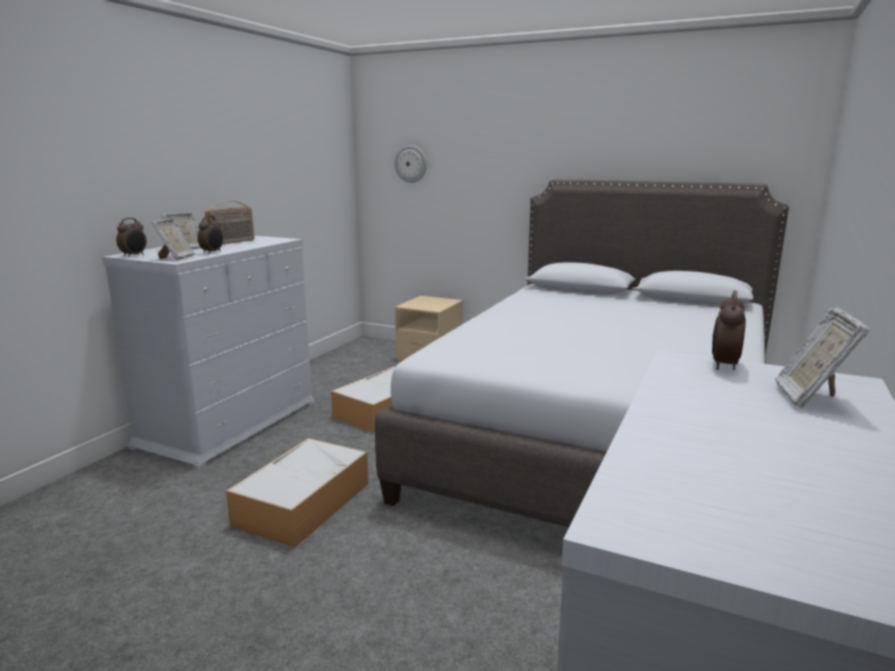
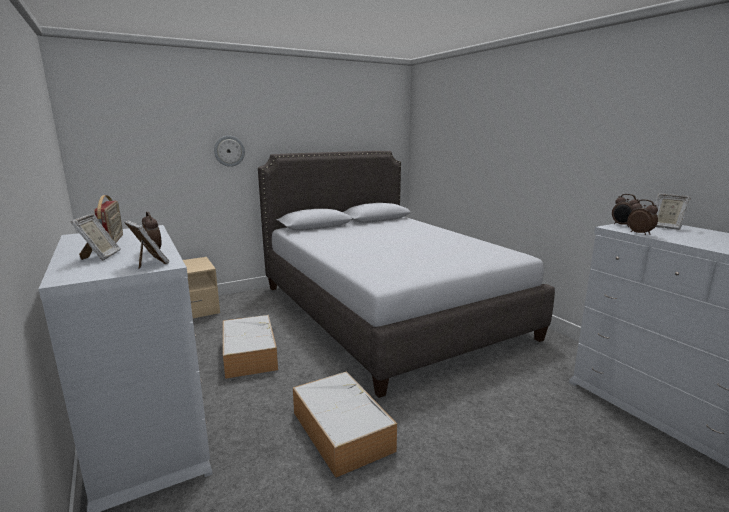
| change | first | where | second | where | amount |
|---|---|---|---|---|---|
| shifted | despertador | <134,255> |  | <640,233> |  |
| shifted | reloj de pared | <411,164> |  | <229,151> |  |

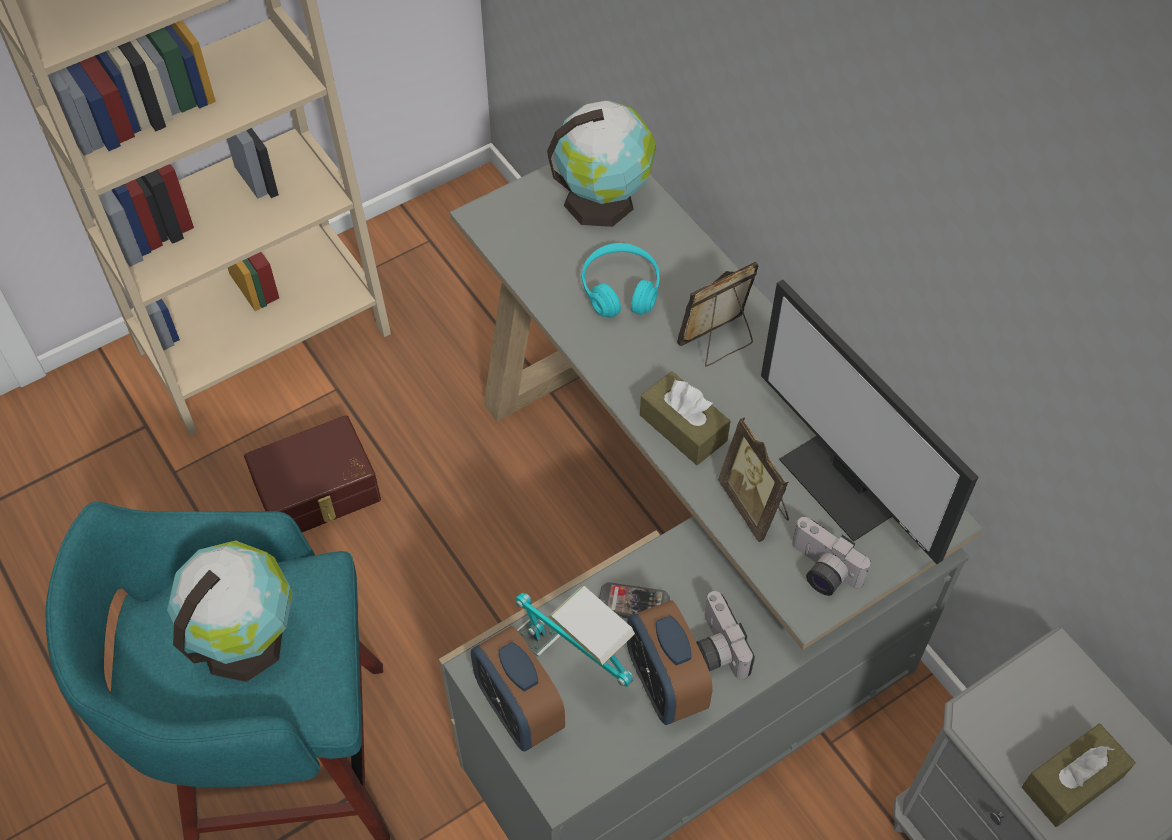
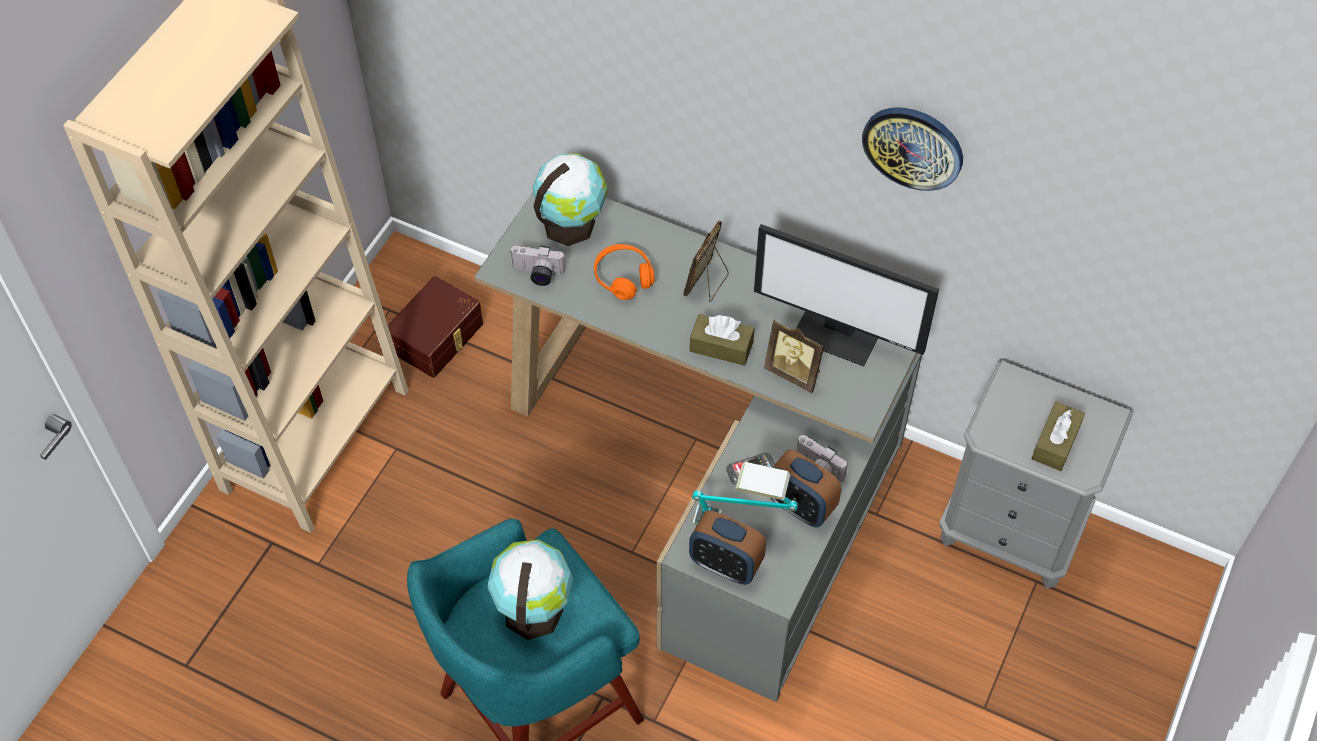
| change | first | where | second | where | amount |
|---|---|---|---|---|---|
| shifted | caja de almacenaje (marrón) | <318,493> |  | <438,338> |  |
| repainted | auriculares (turquesa) | <620,290> | auriculares (naranja) | <623,277> |  |
| shifted | cámara | <820,571> |  | <537,274> |  |
| new |  |  | reloj de pared | <913,147> |  |

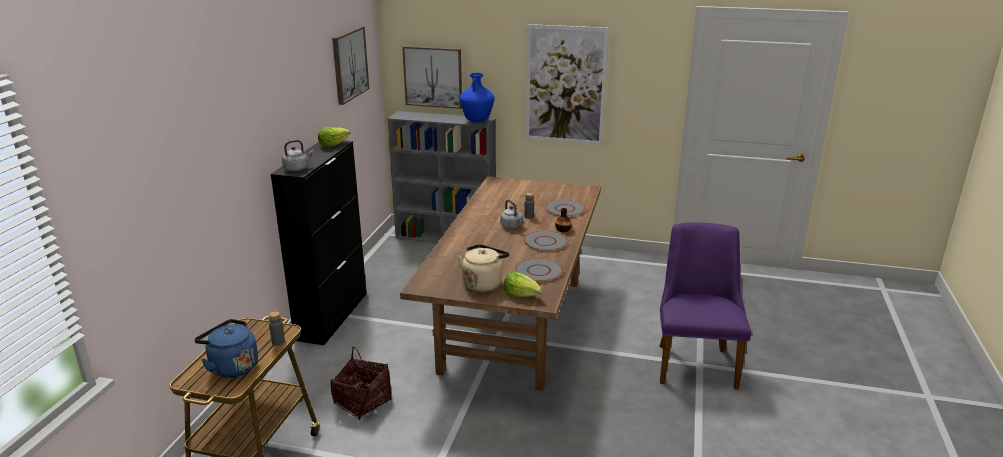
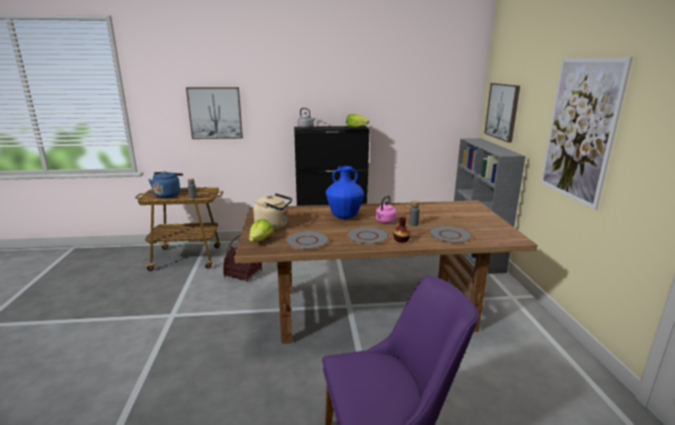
| change | first | where | second | where | amount |
|---|---|---|---|---|---|
| shifted | cuadro | <349,64> |  | <215,113> |  |
| shifted | florero (azul) | <477,121> |  | <344,217> |  |
| repainted | hervidor (gris) | <512,227> | hervidor (rosa) | <385,221> |  |

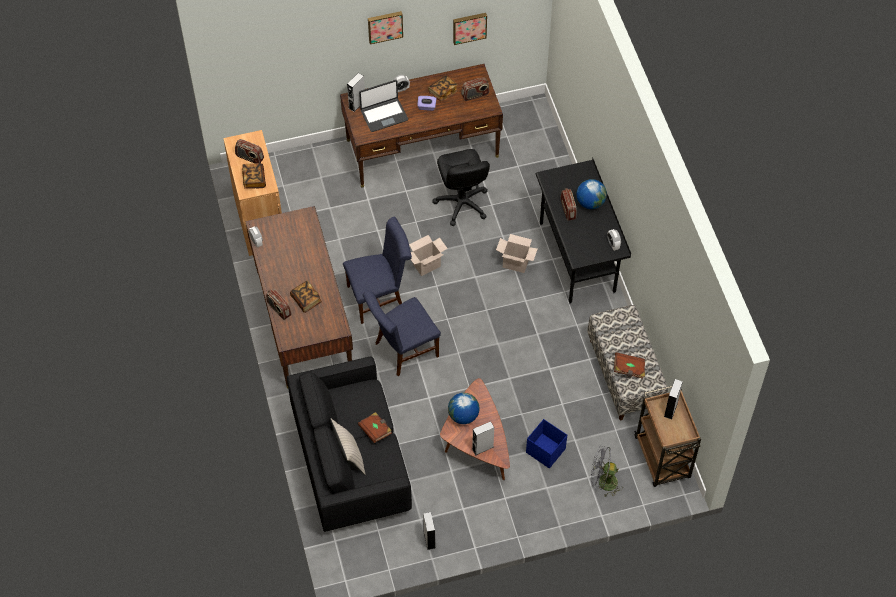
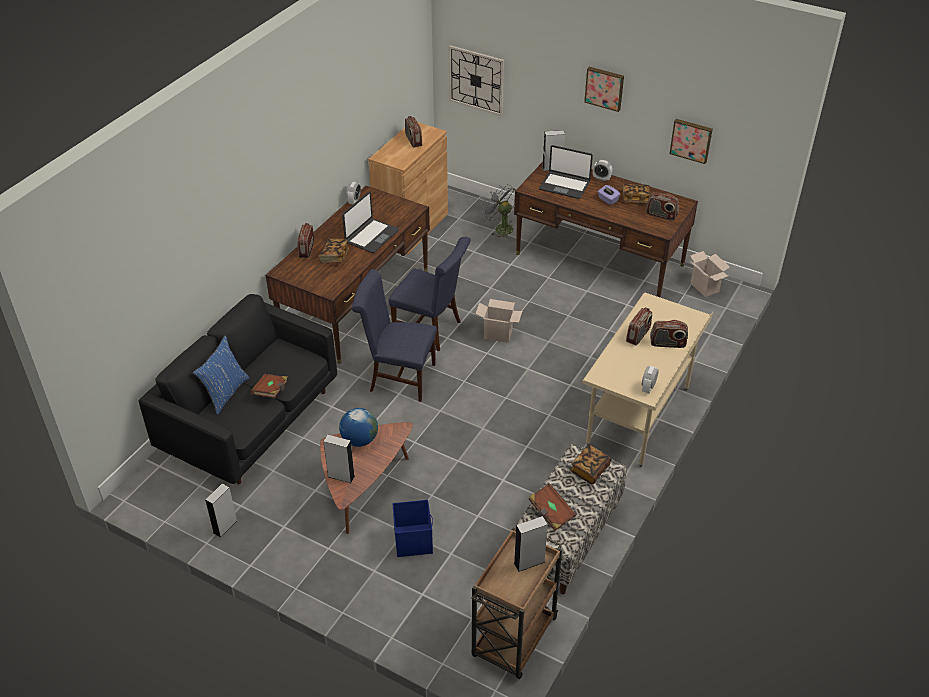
| change | first | where | second | where | amount |
|---|---|---|---|---|---|
| shifted | libro | <254,180> |  | <589,470> |  |
| repainted | cojín (beis) | <349,456> | cojín (azul) | <225,393> |  |
| gone | silla de oficina (negro) | <462,203> |  |  |  |
| shifted | caja de cartón | <516,263> |  | <705,288> |  |
| repainted | escritorio (negro) | <577,258> | escritorio (beis) | <638,416> |  |
| swapped | globo terráqueo | <590,202> | radio | <667,343> |  |
| shifted | ventilador (gris) | <603,482> |  | <500,228> |  |
| new |  |  | portátil | <371,236> |  |
| new |  |  | reloj de pared | <476,80> |  |

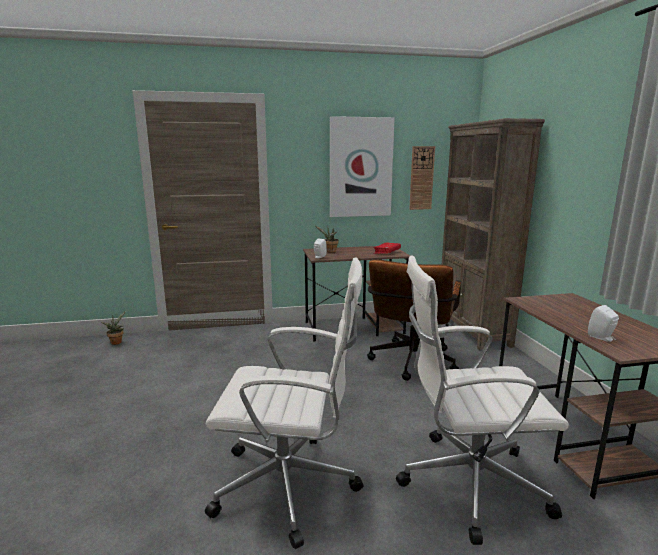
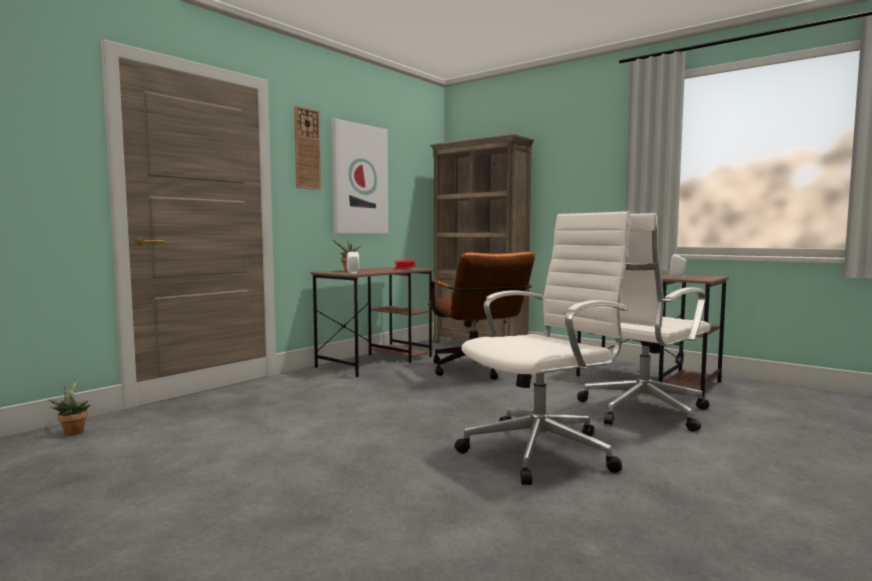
| change | first | where | second | where | amount |
|---|---|---|---|---|---|
| shifted | reloj de pared | <421,178> |  | <307,149> |  |

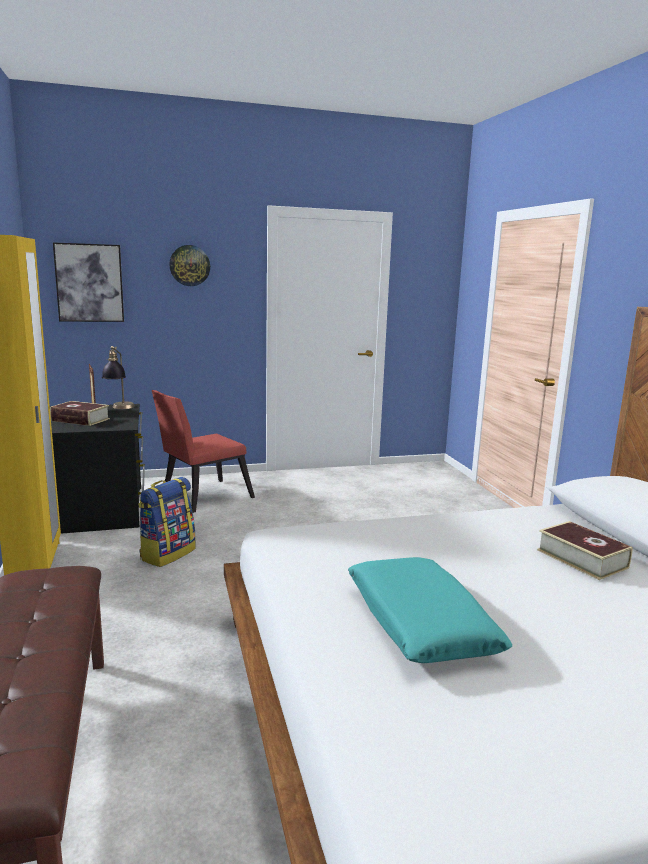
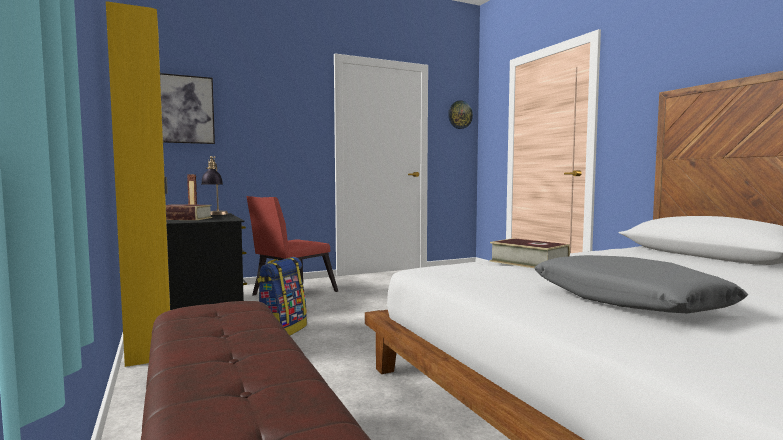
| change | first | where | second | where | amount |
|---|---|---|---|---|---|
| shifted | reloj de pared | <189,265> |  | <459,114> |  |
| repainted | cojín (turquesa) | <419,623> | cojín (gris) | <627,301> |  |
| shifted | libro | <582,559> |  | <528,262> |  |

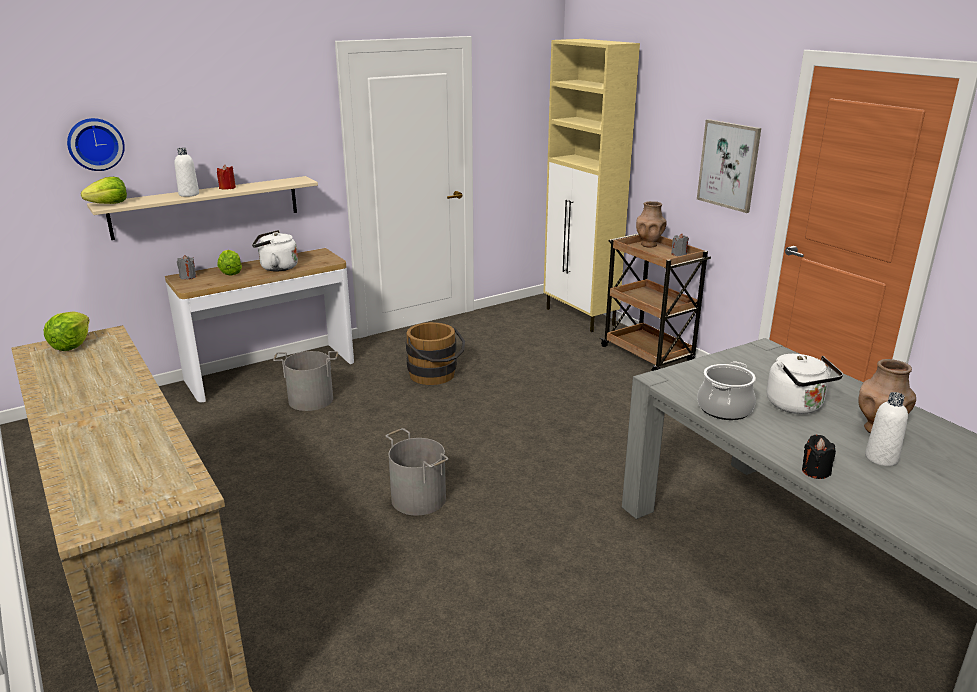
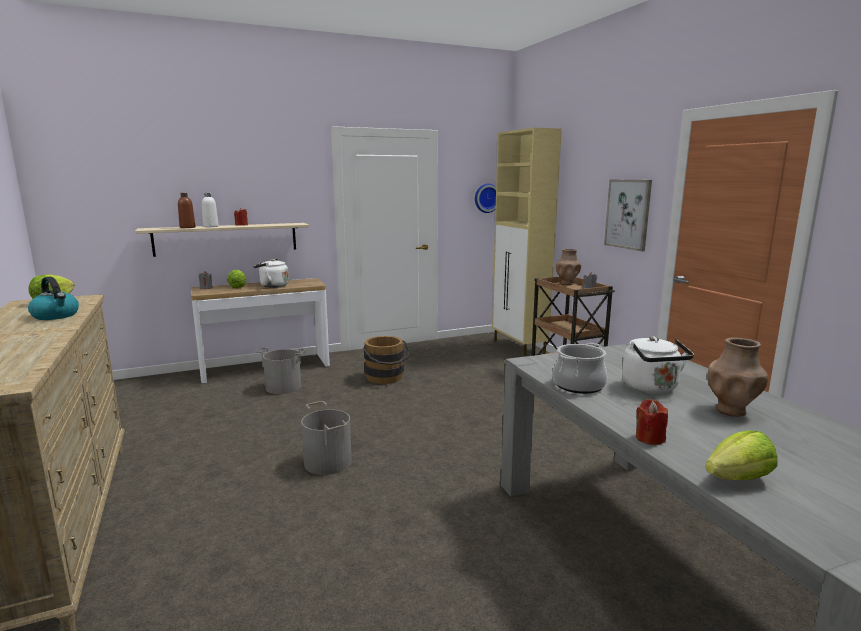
| change | first | where | second | where | amount |
|---|---|---|---|---|---|
| shifted | reloj de pared | <95,144> |  | <486,198> |  |
| shifted | lechuga | <109,204> |  | <738,478> |  |
| repainted | vela (negro) | <815,471> | vela (rojo) | <650,438> |  |
| gone | botella (blanco) | <881,458> |  |  |  |
| new |  |  | hervidor | <56,316> |  |
| new |  |  | botella (marrón) | <187,227> |  |

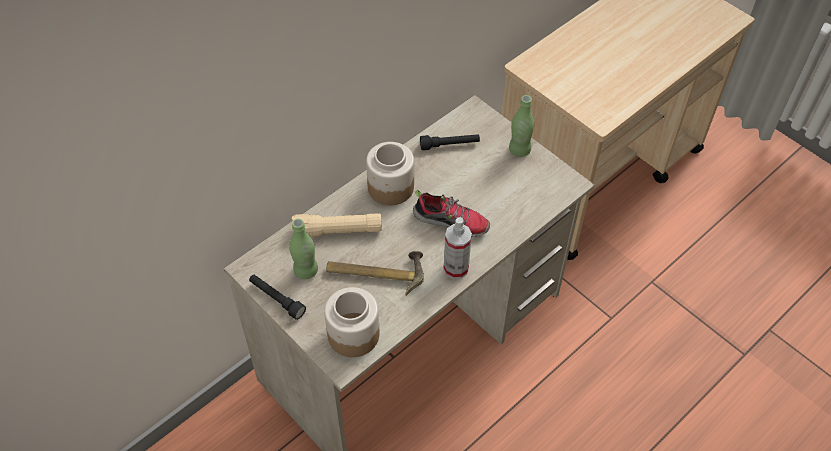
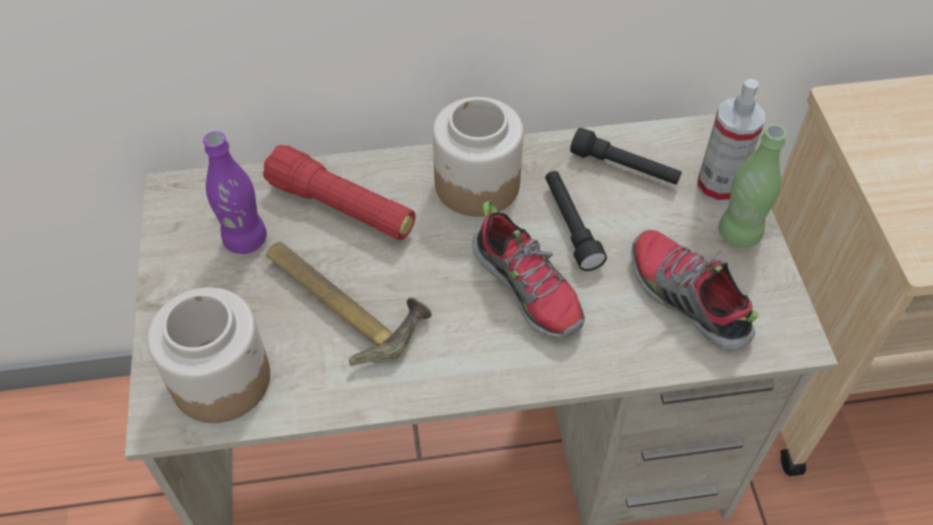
| change | first | where | second | where | amount |
|---|---|---|---|---|---|
| shifted | linterna (negro) | <276,299> |  | <570,226> |  |
| repainted | botella (verde) | <306,271> | botella (morado) | <245,240> |  |
| repainted | linterna (beis) | <337,231> | linterna (rojo) | <342,207> |  |
| shifted | pulverizador | <456,268> |  | <718,187> |  |
| new |  |  | zapato | <686,298> |  |

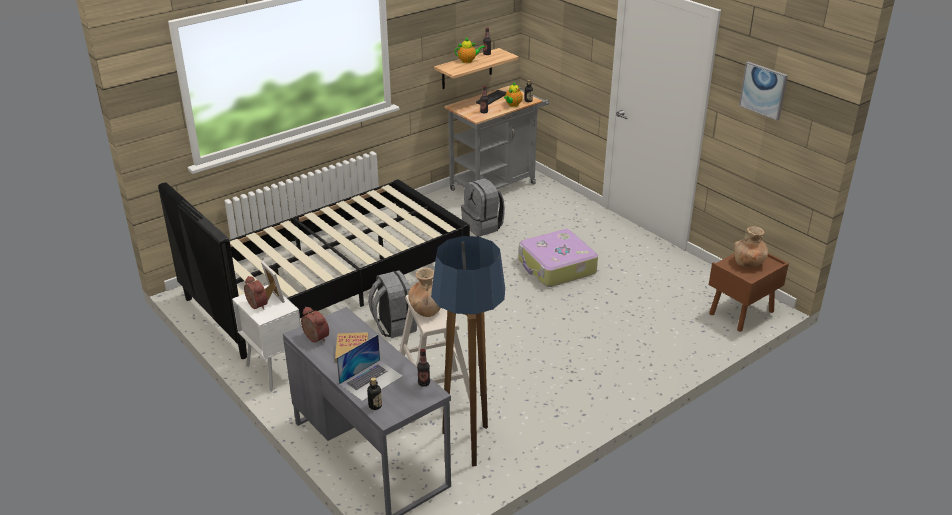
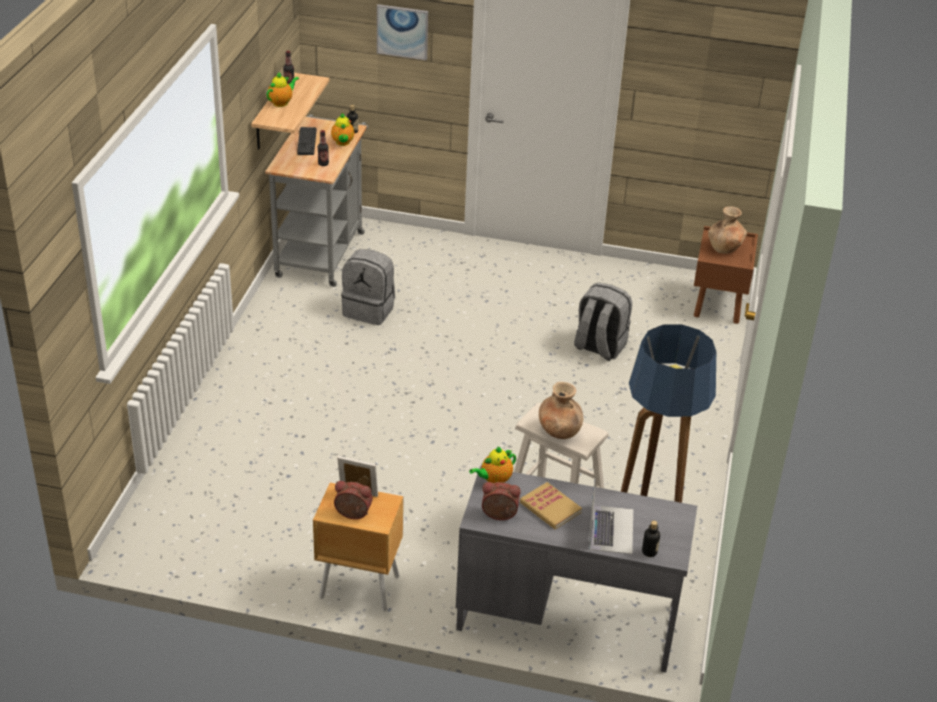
| change | first | where | second | where | amount |
|---|---|---|---|---|---|
| gone | cama (negro) | <329,280> |  |  |  |
| repainted | mesita de noche (blanco) | <275,370> | mesita de noche (marrón) | <358,586> |  |
| shifted | mochila (gris) | <393,325> |  | <599,347> |  |
| gone | botella | <424,383> |  |  |  |
| gone | maleta | <556,267> |  |  |  |
| shifted | cuadro | <763,90> |  | <402,31> |  |
| new |  |  | tetera | <494,480> |  |

